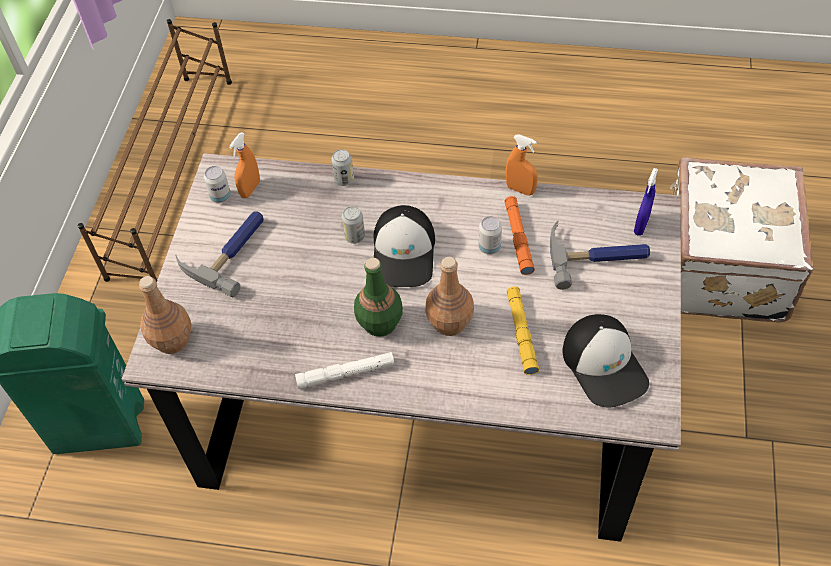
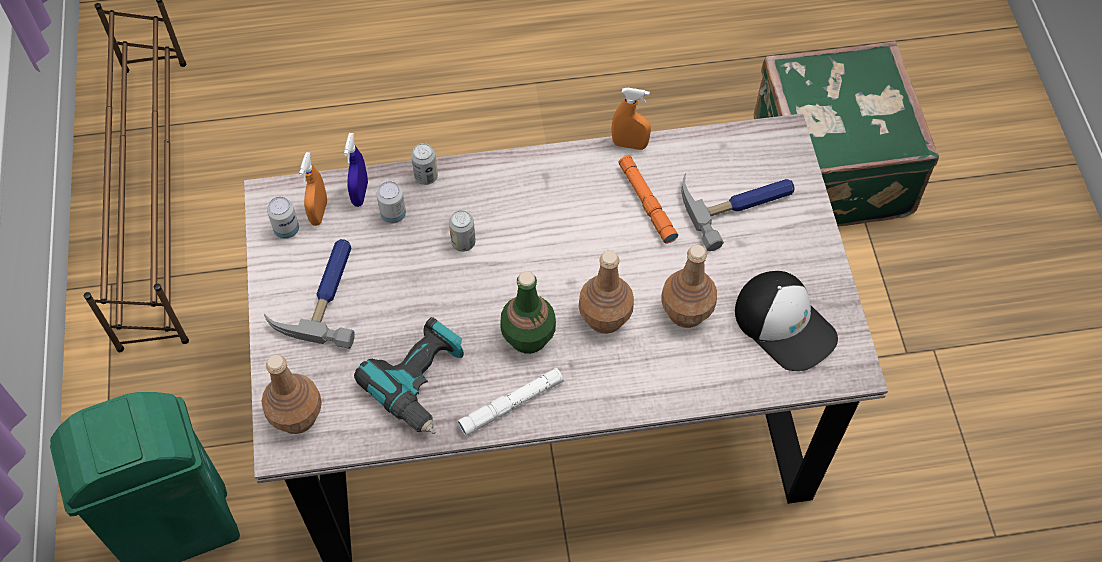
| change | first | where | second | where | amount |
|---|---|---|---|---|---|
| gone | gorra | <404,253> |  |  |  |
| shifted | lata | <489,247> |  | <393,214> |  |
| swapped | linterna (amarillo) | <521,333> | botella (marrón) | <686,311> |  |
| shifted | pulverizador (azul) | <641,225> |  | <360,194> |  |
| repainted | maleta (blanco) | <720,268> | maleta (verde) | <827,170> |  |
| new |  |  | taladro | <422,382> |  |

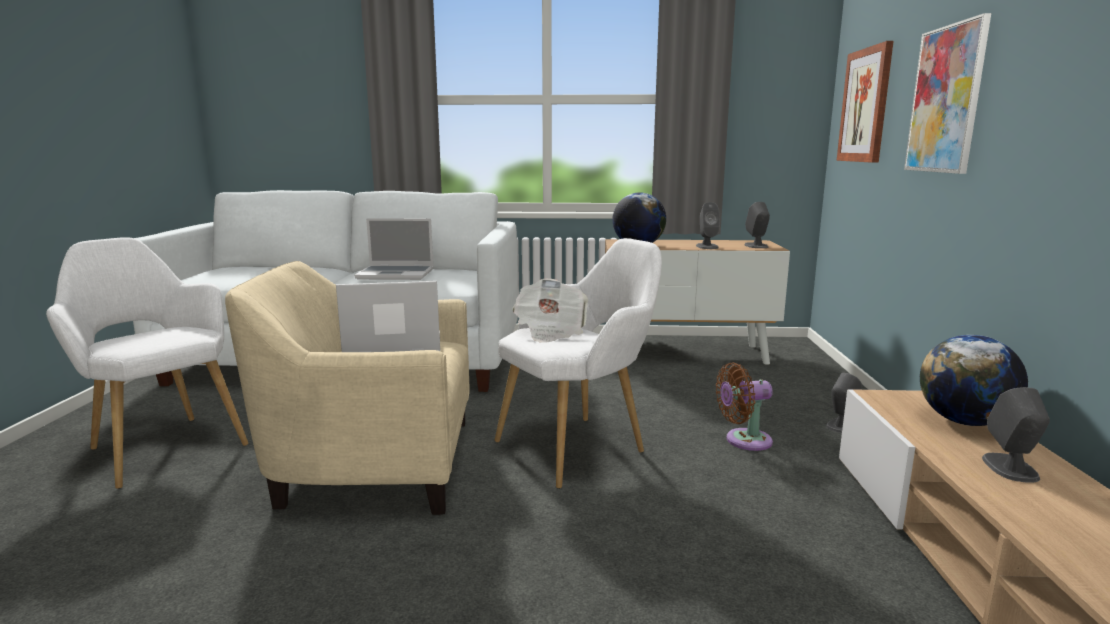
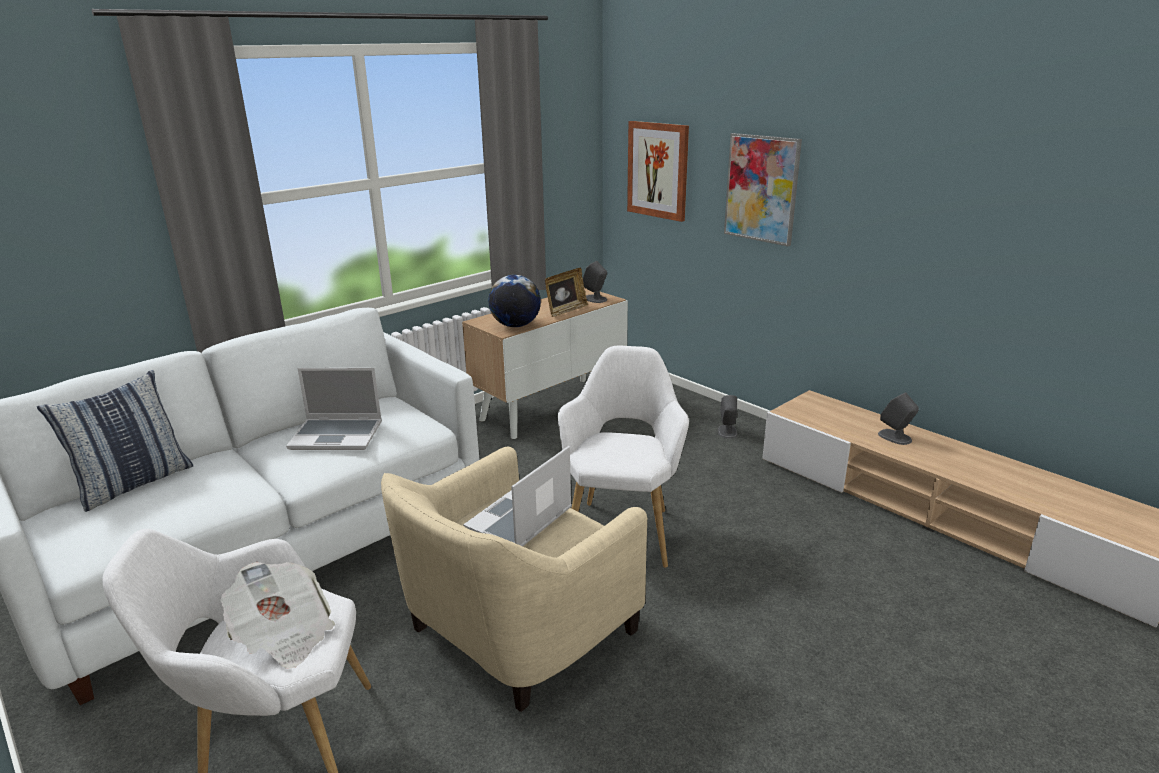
| change | first | where | second | where | amount |
|---|---|---|---|---|---|
| rotated | portátil | <397,274> |  | <338,435> | 45 degrees clockwise |
| shifted | periódico | <550,331> |  | <283,634> |  |
| swapped | altavoz (gris) | <707,246> | portarretratos | <566,310> |  |
| gone | ventilador (marrón) | <743,441> |  |  |  |
| gone | globo terráqueo | <964,422> |  |  |  |
| new |  |  | cojín | <134,483> |  |

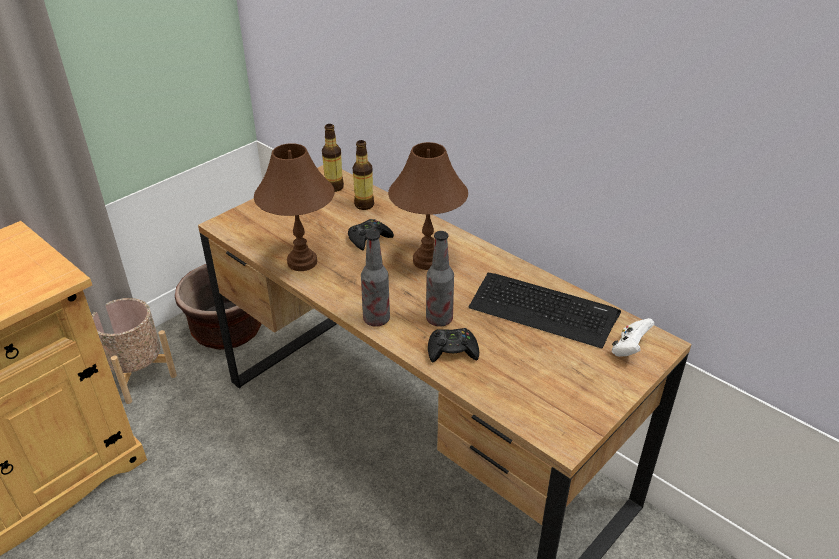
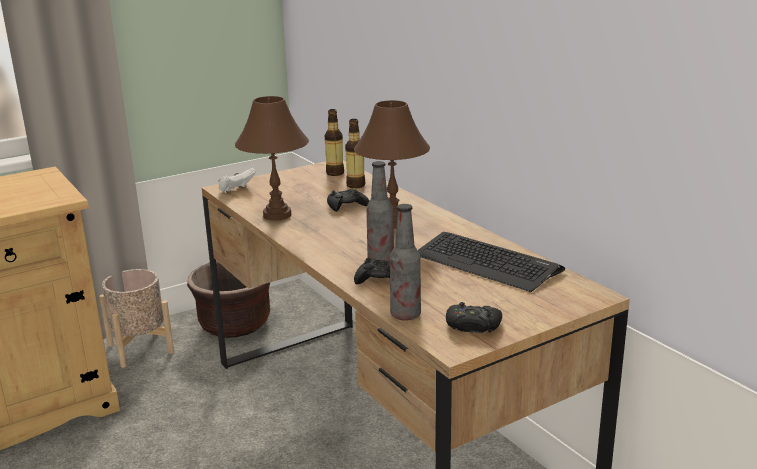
| change | first | where | second | where | amount |
|---|---|---|---|---|---|
| shifted | botella | <376,319> |  | <405,315> |  |
| shifted | mando de consola (blanco) | <629,349> |  | <236,190> |  |
| new |  |  | mando de consola (negro) | <473,325> |  |

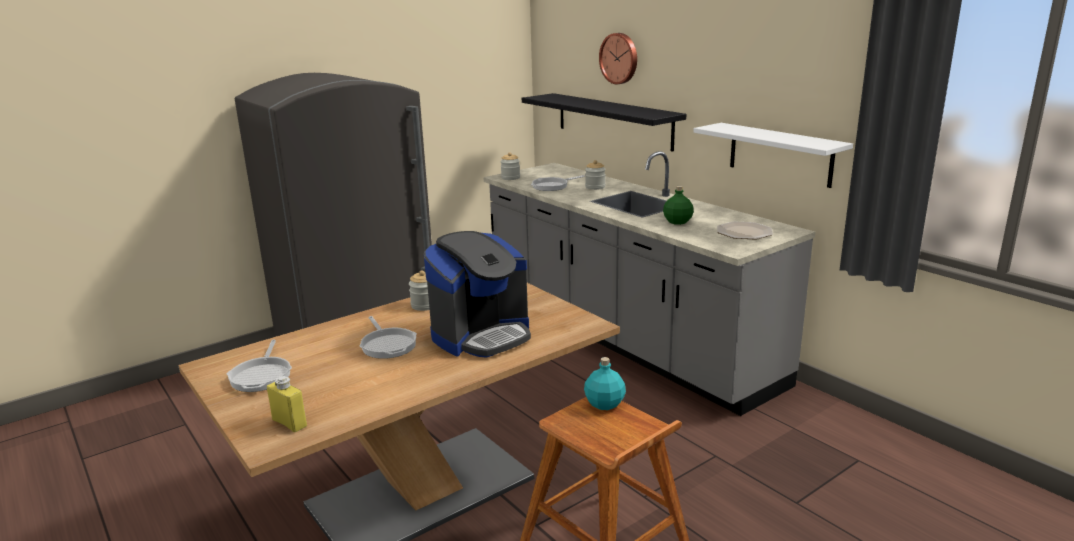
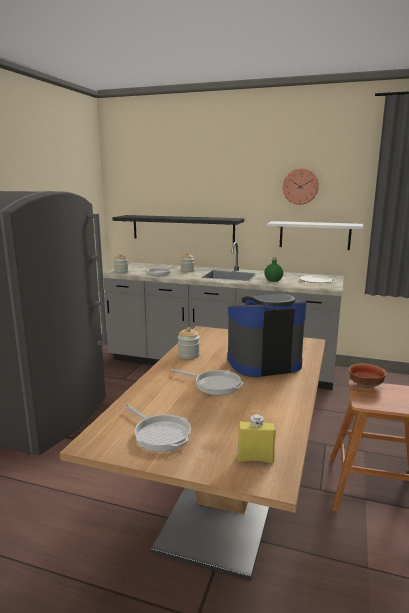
| change | first | where | second | where | amount |
|---|---|---|---|---|---|
| rotated | cafetera | <482,335> |  | <263,363> | 120 degrees counterclockwise |
| swapped | botella (turquesa) | <604,404> | cuenco | <365,386> |  |
| shifted | reloj de pared | <619,58> |  | <300,186> |  |

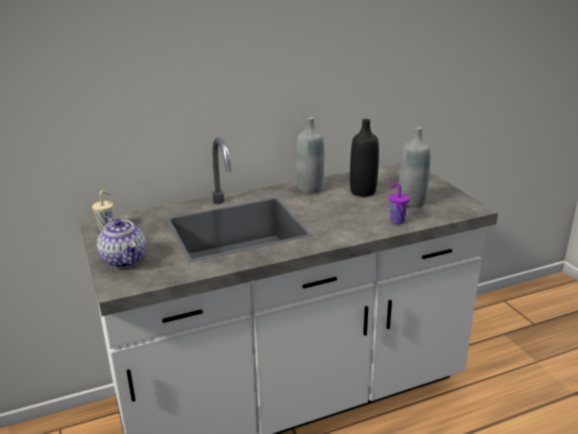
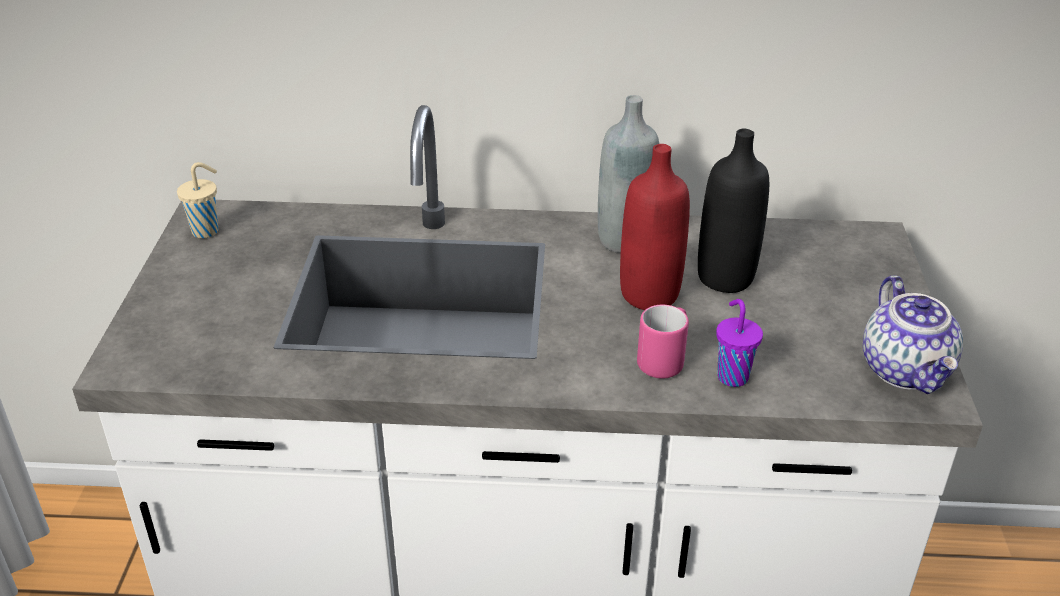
| change | first | where | second | where | amount |
|---|---|---|---|---|---|
| shifted | tetera | <125,260> |  | <906,370> |  |
| gone | botella (gris) | <411,202> |  |  |  |
| new |  |  | botella (rojo) | <649,295> |  |
| new |  |  | taza grande (rosa) | <664,361> |  |

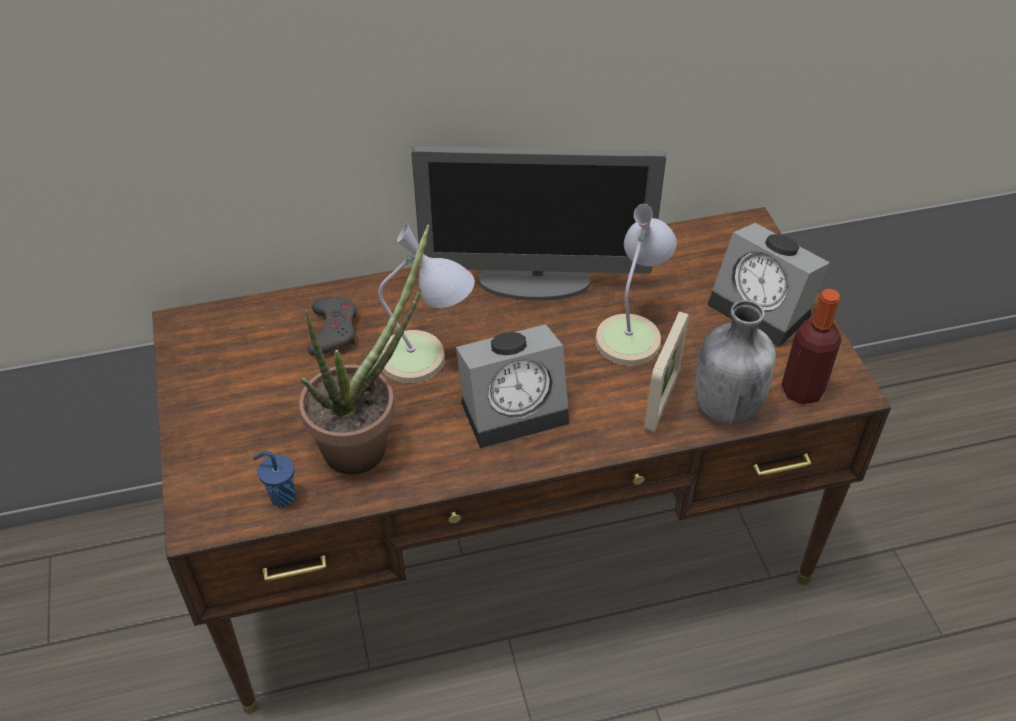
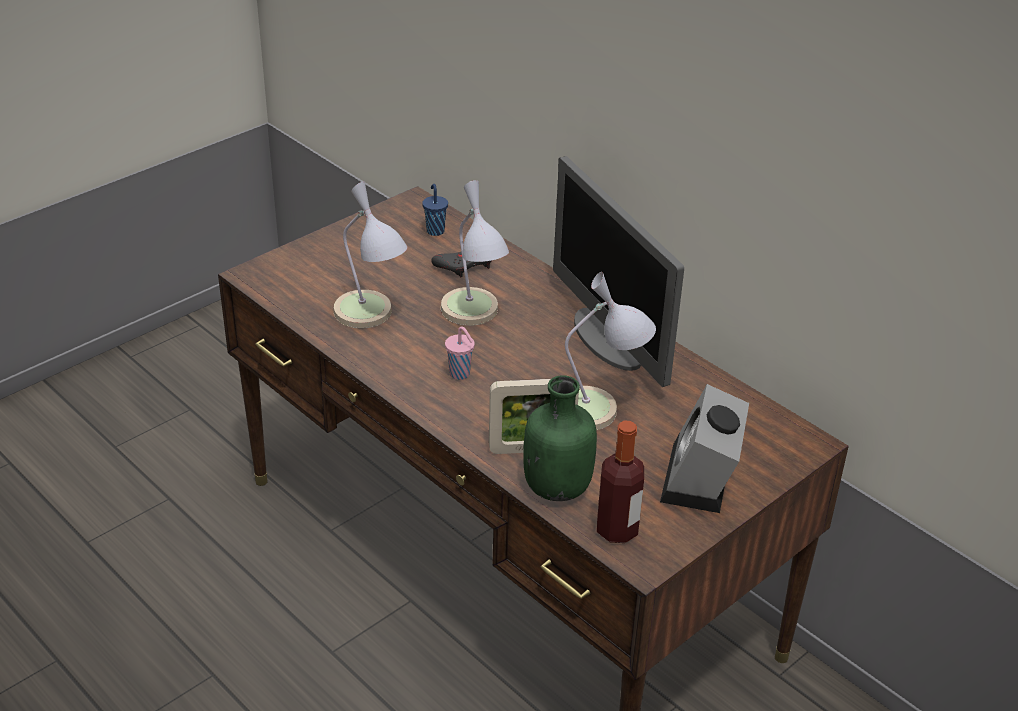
| change | first | where | second | where | amount |
|---|---|---|---|---|---|
| shifted | taza (azul) | <281,497> |  | <435,230> |  |
| swapped | planta en maceta | <367,442> | lámpara de mesa | <371,317> |  |
| swapped | despertador | <516,408> | taza (rosa) | <460,374> |  |
| repainted | botella (gris) | <725,406> | botella (verde) | <557,487> |  |

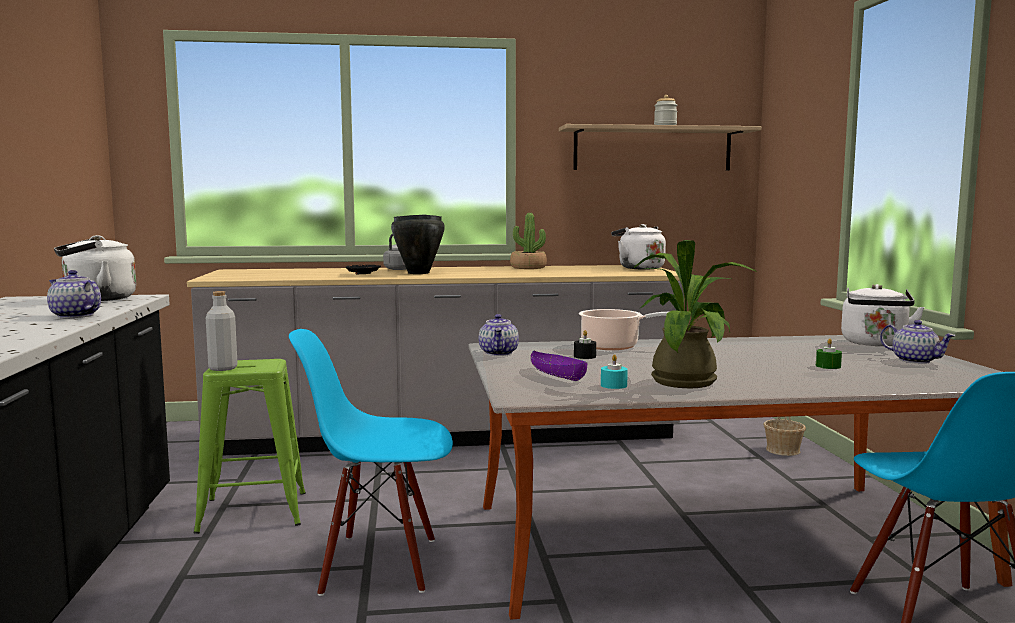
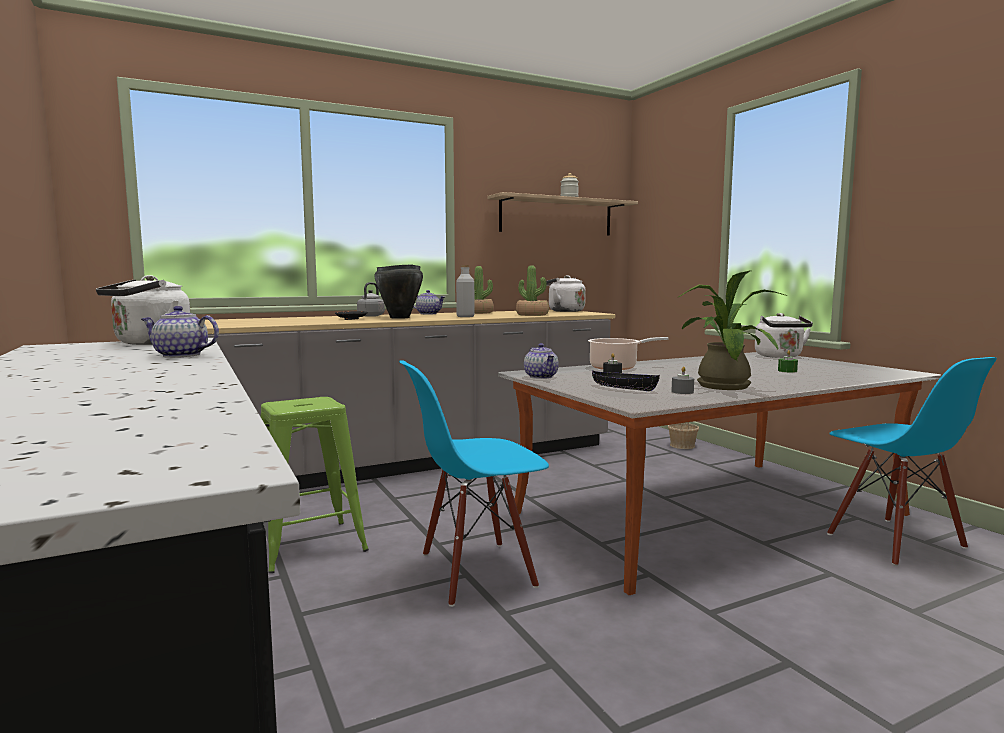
| change | first | where | second | where | amount |
|---|---|---|---|---|---|
| shifted | botella (gris) | <223,368> |  | <465,316> |  |
| repainted | cuenco (morado) | <557,375> | cuenco (negro) | <624,388> |  |
| repainted | vela (turquesa) | <613,385> | vela (gris) | <682,392> |  |
| shifted | tetera | <915,360> |  | <428,314> |  |
| new |  |  | planta en maceta | <532,315> |  |

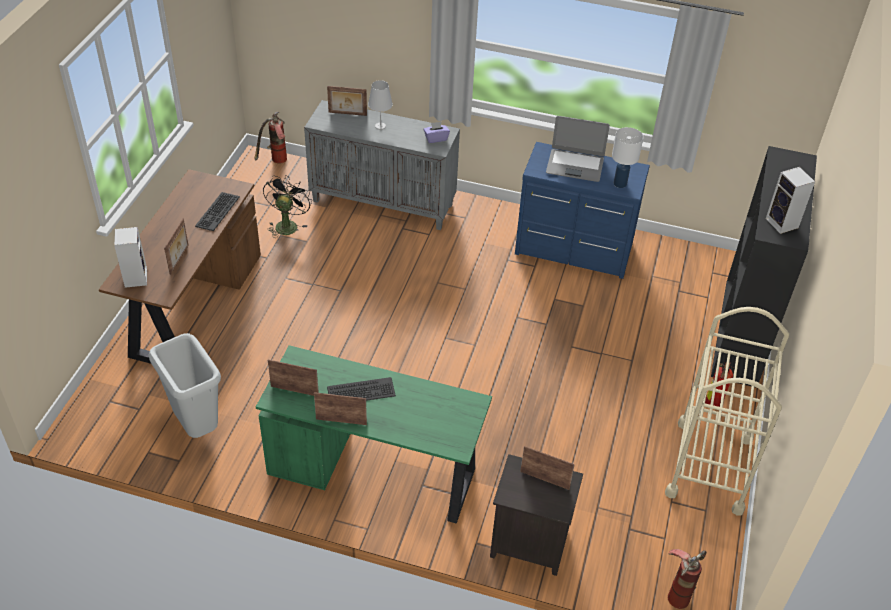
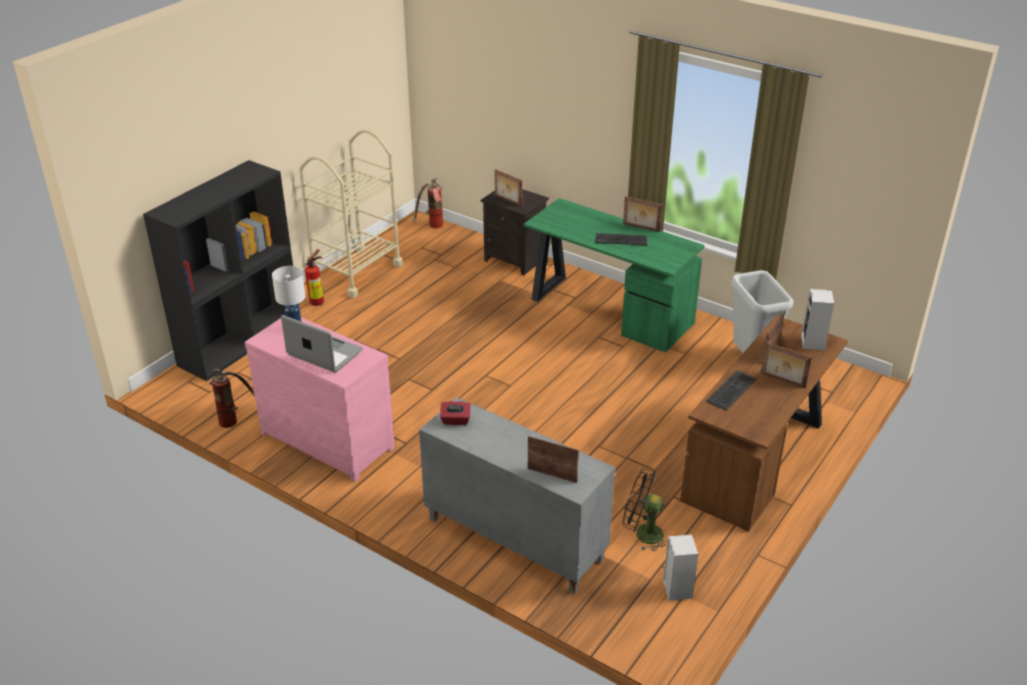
| change | first | where | second | where | amount |
|---|---|---|---|---|---|
| shifted | extintor | <275,162> |  | <234,418> |  |
| rotated | ventilador (negro) | <287,224> |  | <642,534> | 75 degrees clockwise |
| shifted | portarretratos | <295,390> |  | <782,380> |  |
| gone | lámpara de mesa (blanco) | <380,126> |  |  |  |
| repainted | caja de pañuelos (morado) | <436,138> | caja de pañuelos (rojo) | <455,420> |  |
| repainted | cómoda (azul) | <574,251> | cómoda (rosa) | <329,438> |  |
| shifted | altavoz | <783,224> |  | <676,588> |  |

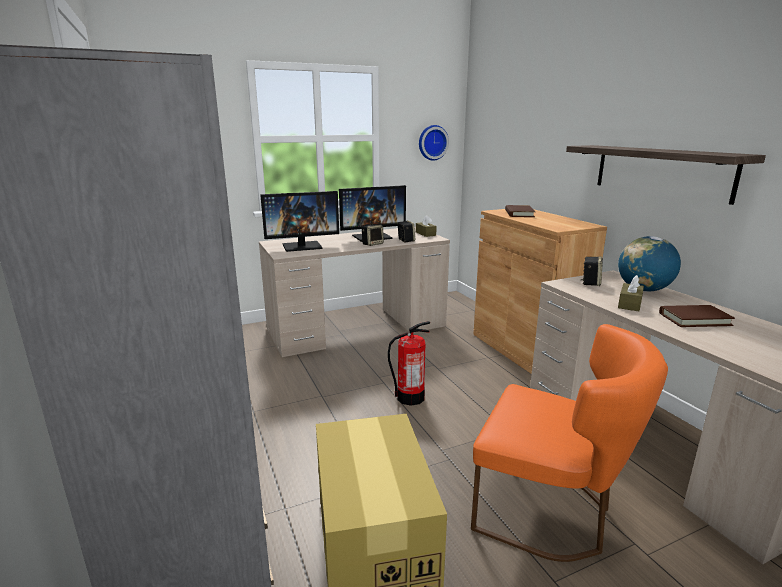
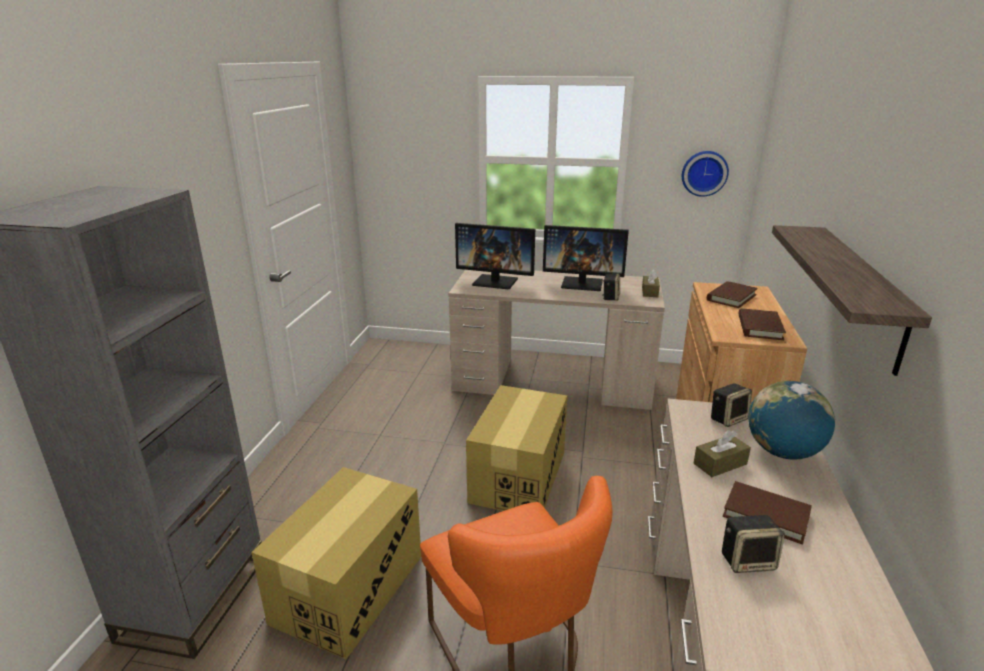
| change | first | where | second | where | amount |
|---|---|---|---|---|---|
| shifted | altavoz | <372,244> |  | <748,560> |  |
| swapped | extintor | <410,397> | caja de cartón | <518,476> |  |
| new |  |  | libro (marrón) | <759,327> |  |

